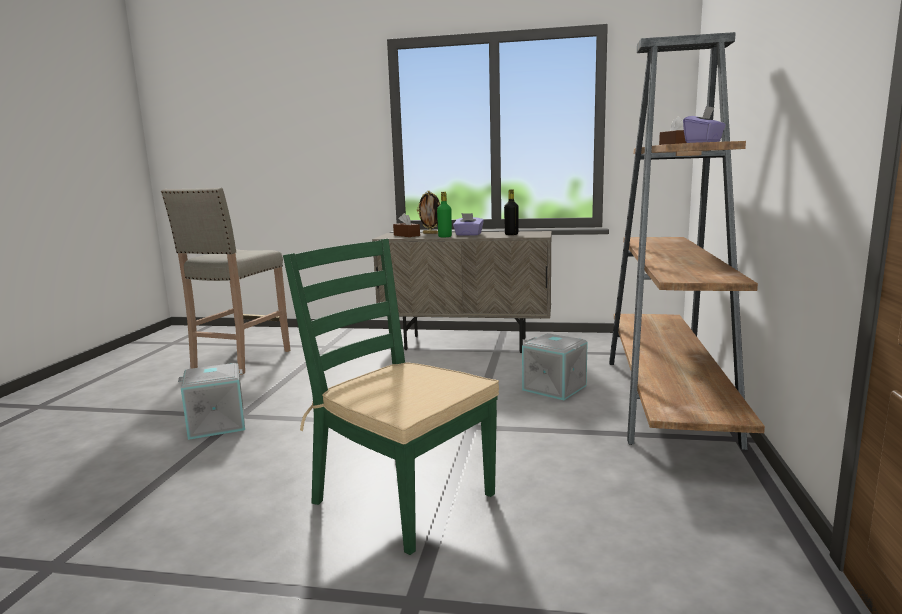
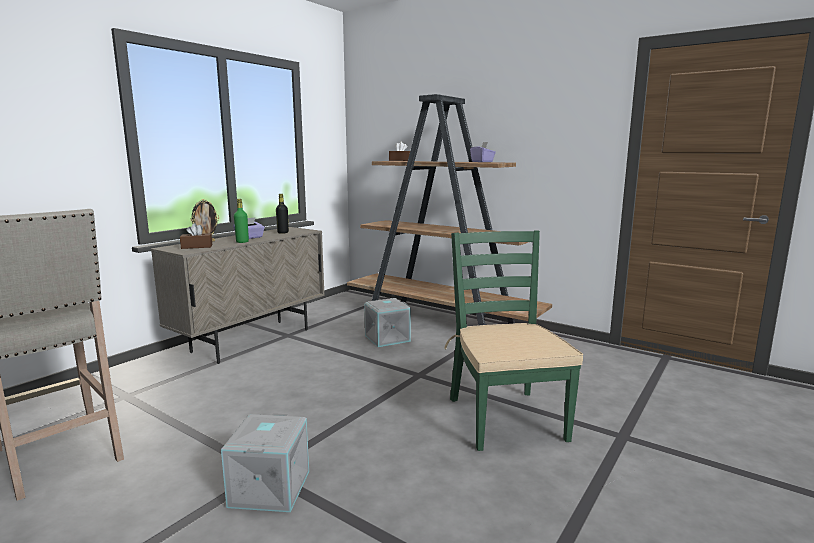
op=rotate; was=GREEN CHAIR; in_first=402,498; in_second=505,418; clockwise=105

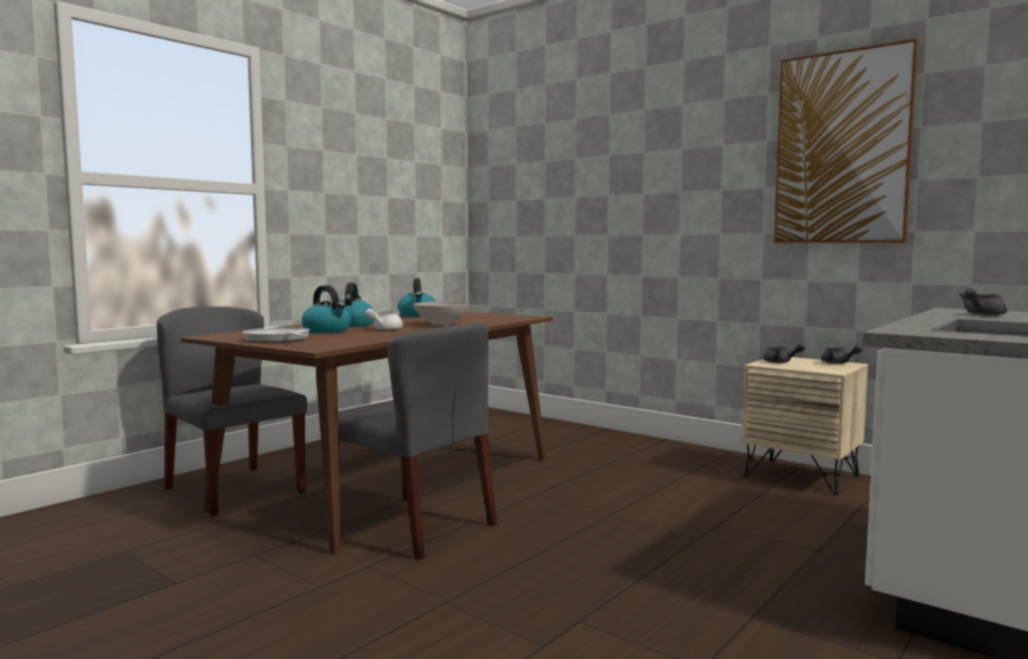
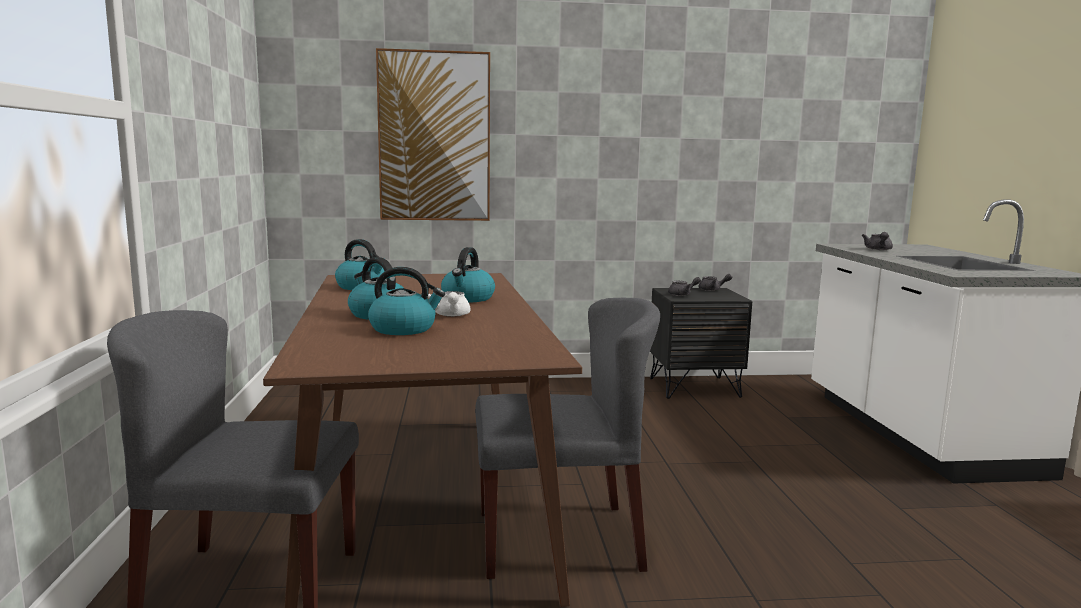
op=move; was=PICTURE; in_first=842,148; in_second=434,137
op=replace; was=WHITE BOWL; now=KETTLE; in_first=442,324; in_second=468,298
op=recolor; was=BEIGE NIGHTSTAND; now=BLACK NIGHTSTAND; in_first=802,476; in_second=694,387
op=delete; was=FRYING PAN; in_first=278,340

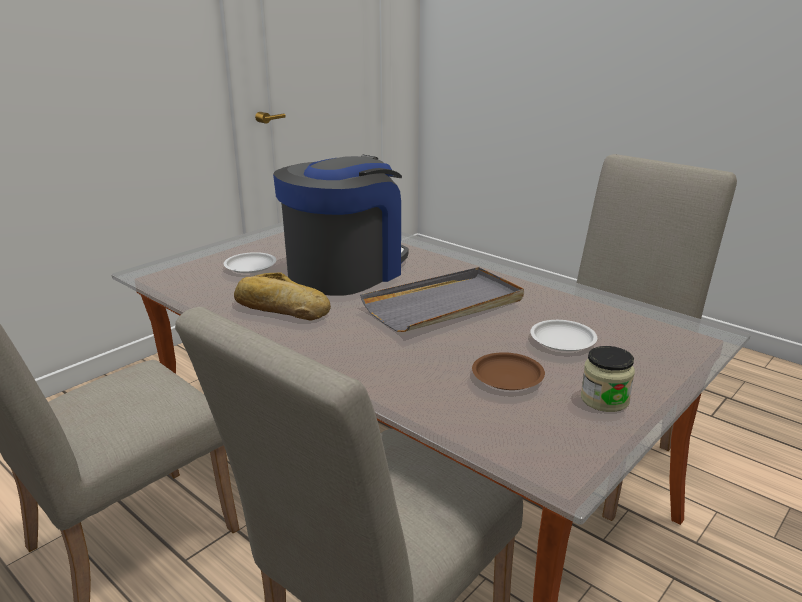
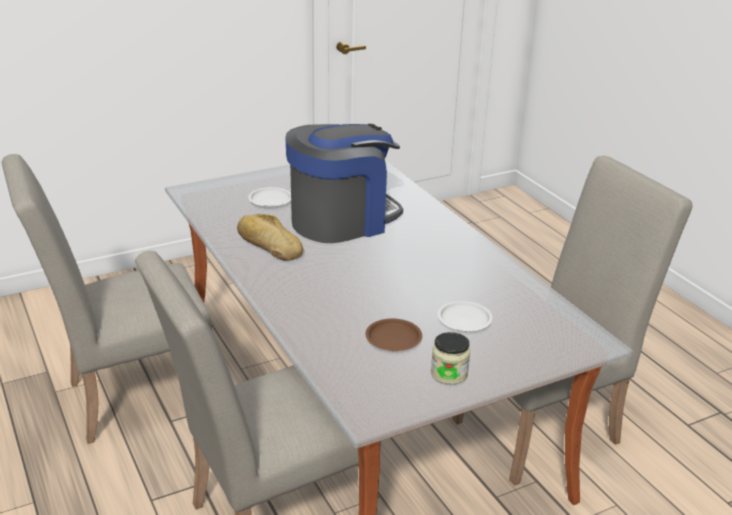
op=delete; was=GREY TRAY; in_first=445,304

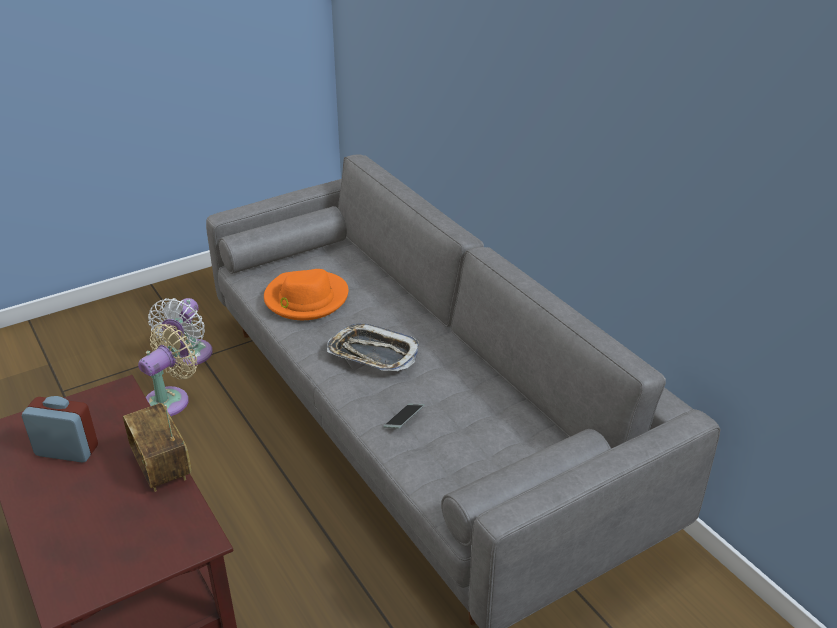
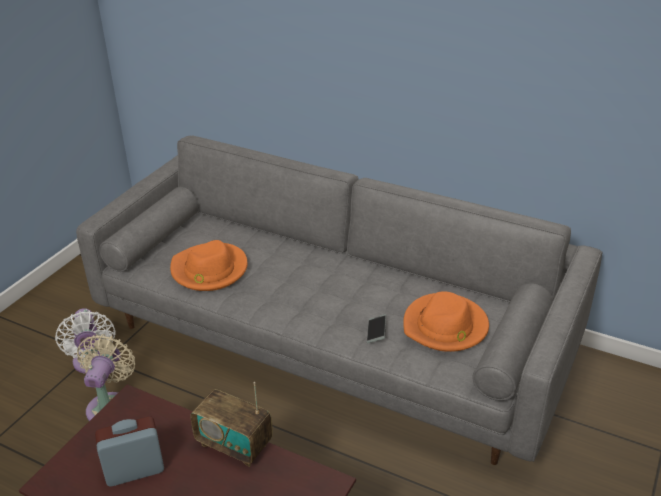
op=insert; now=ORANGE HAT; in_second=445,326
op=delete; was=TRAY; in_first=373,354

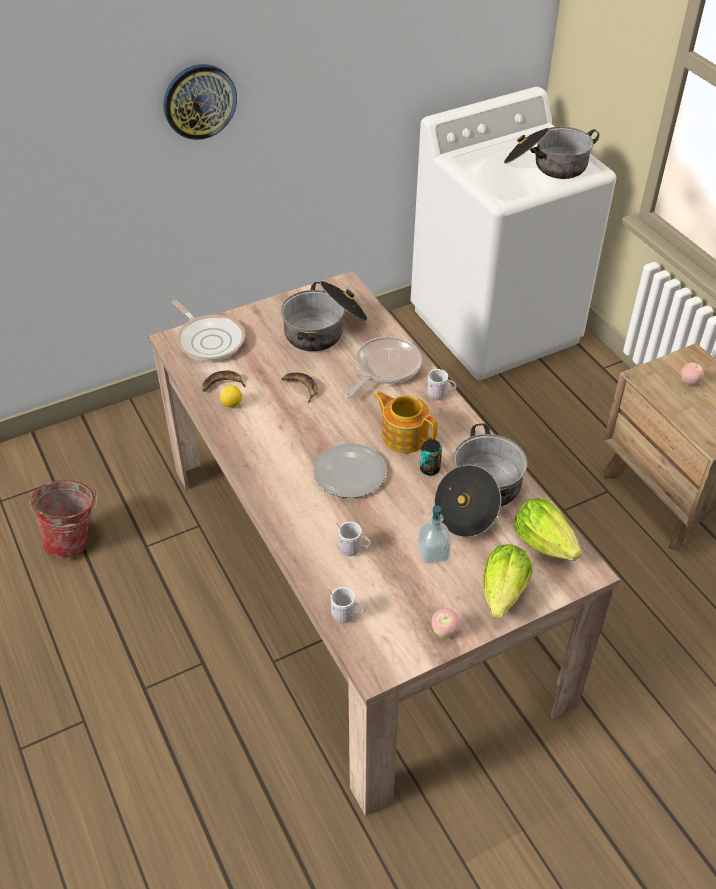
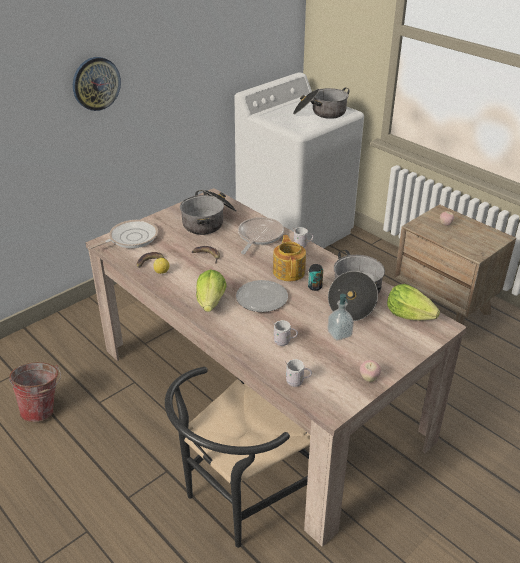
op=rotate; was=FRYING PAN; in_first=209,340; in_second=130,238; clockwise=-75
op=insert; now=BLACK CHAIR; in_second=239,499
op=move; was=LETTUCE; in_first=503,592; in_second=211,302
op=rotate; was=TEAPOT; in_first=404,435; in_second=289,271; clockwise=60

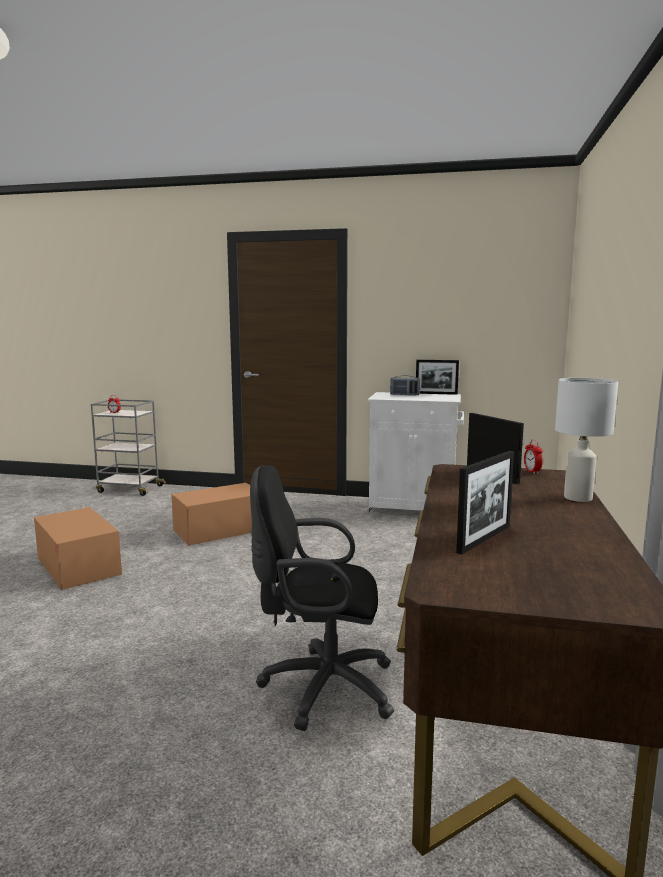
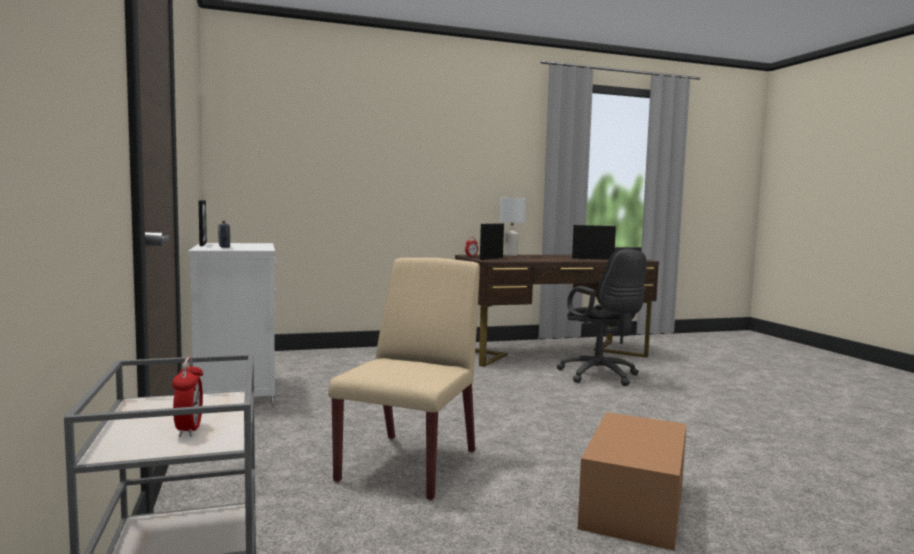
op=replace; was=CARDBOARD BOX; now=BEIGE CHAIR; in_first=219,530; in_second=409,465

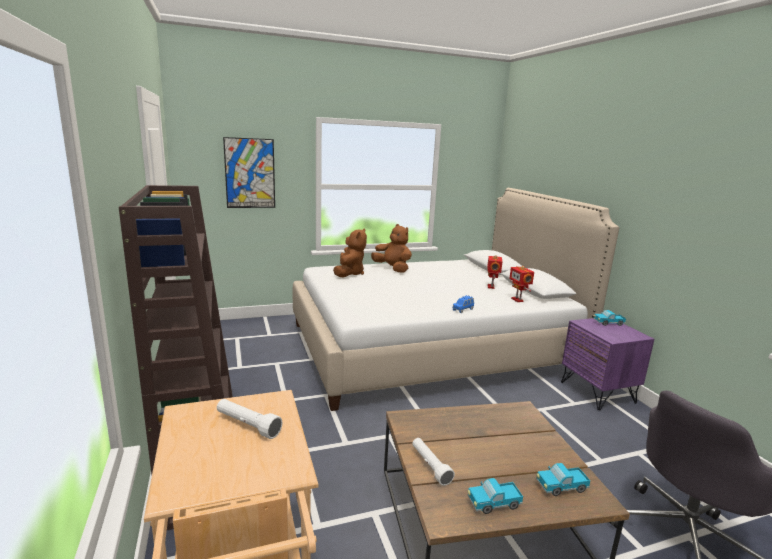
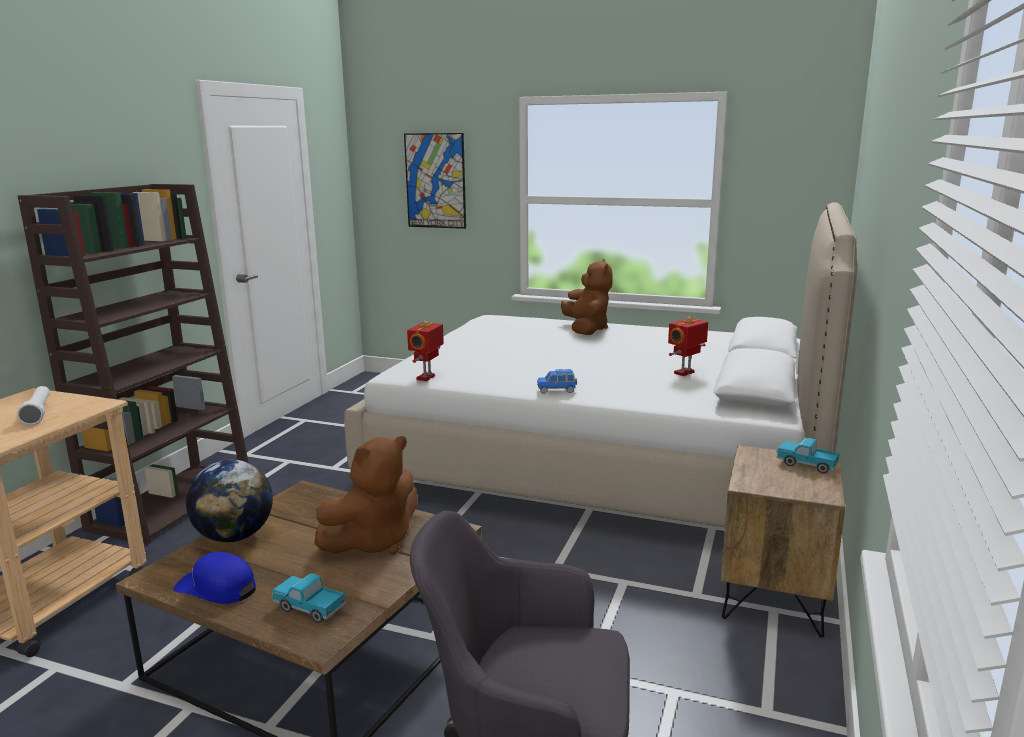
op=replace; was=TOY TRUCK; now=BLUE CAP; in_first=493,504; in_second=216,587
op=replace; was=WHITE FLASHLIGHT; now=GLOBE; in_first=430,466; in_second=235,536
op=move; was=BROWN PLUSH TOY; in_first=349,273; in_second=374,541
op=move; was=TOY ROBOT; in_first=518,300; in_second=427,378
op=recolor; was=PURPLE NIGHTSTAND; now=BROWN NIGHTSTAND; in_first=598,392; in_second=775,597

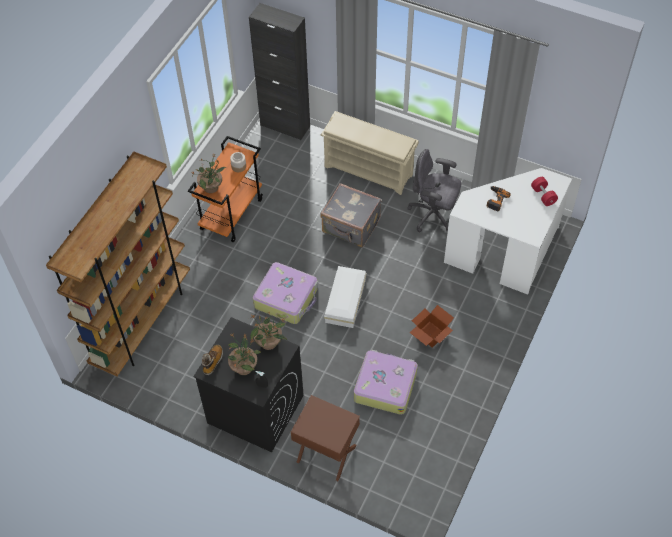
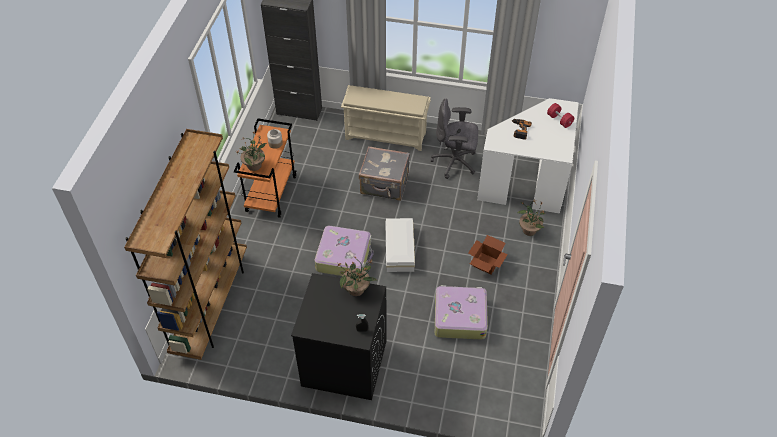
op=move; was=POTTED PLANT; in_first=244,367; in_second=529,230
op=delete; was=BOOT; in_first=213,362
op=delete; was=BROWN NIGHTSTAND; in_first=326,454

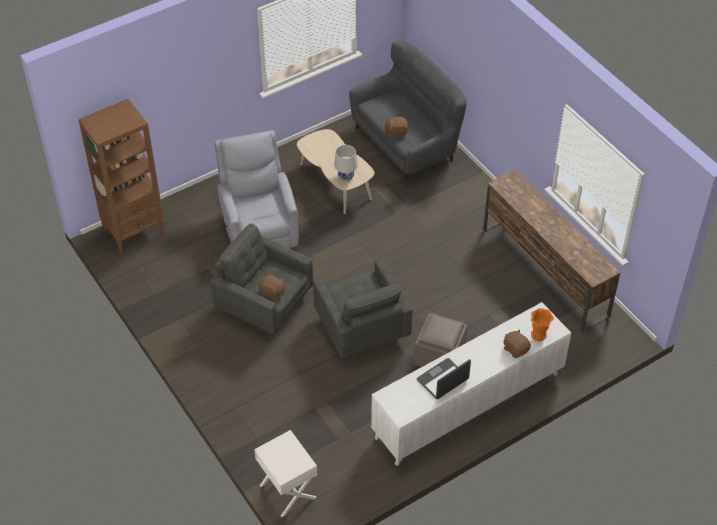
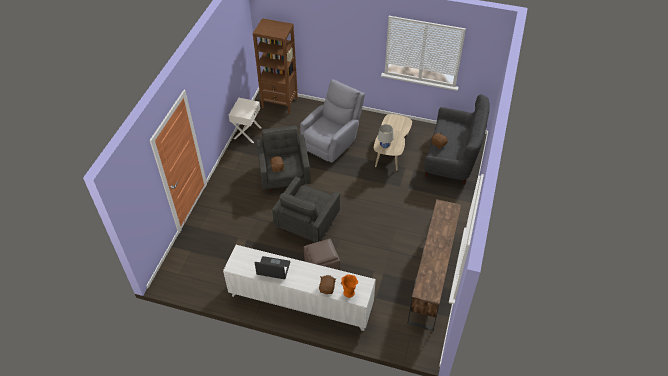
op=move; was=WHITE NIGHTSTAND; in_first=287,492; in_second=247,133

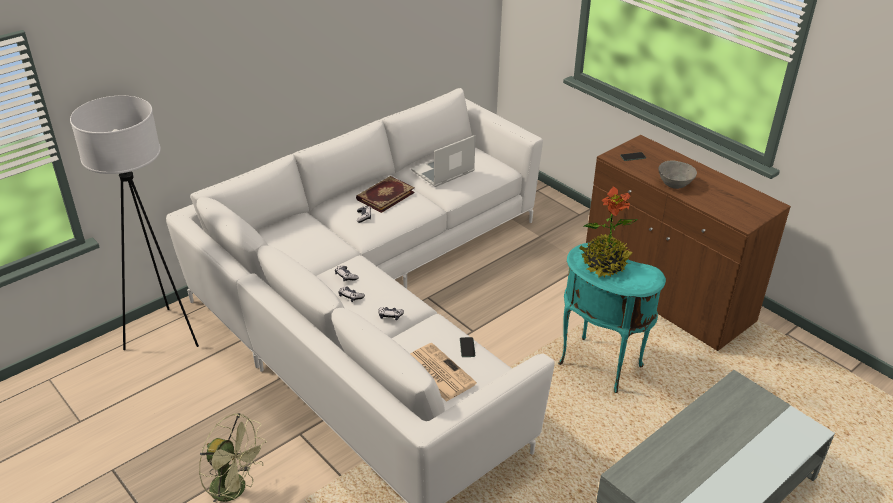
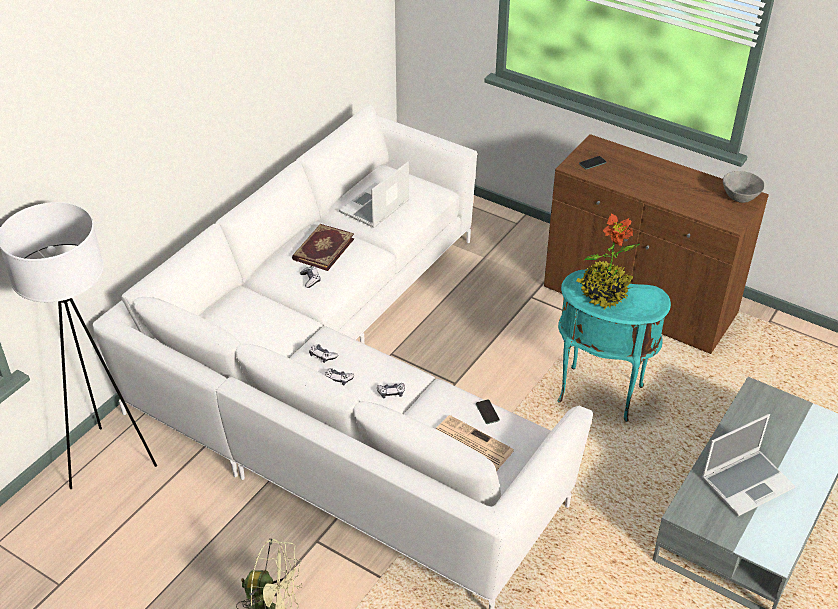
op=insert; now=LAPTOP; in_second=747,482
op=move; was=GREY BOWL; in_first=675,184; in_second=740,197

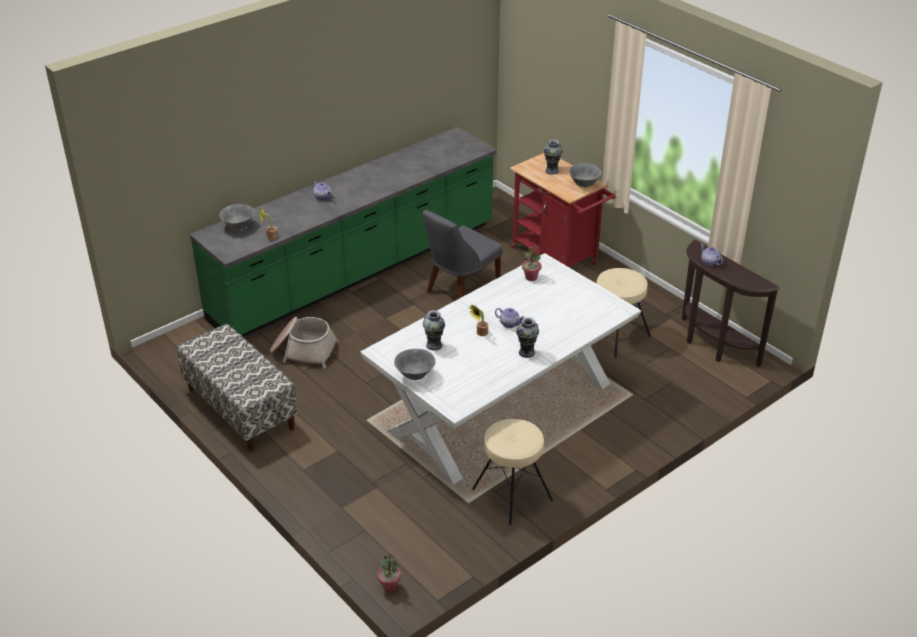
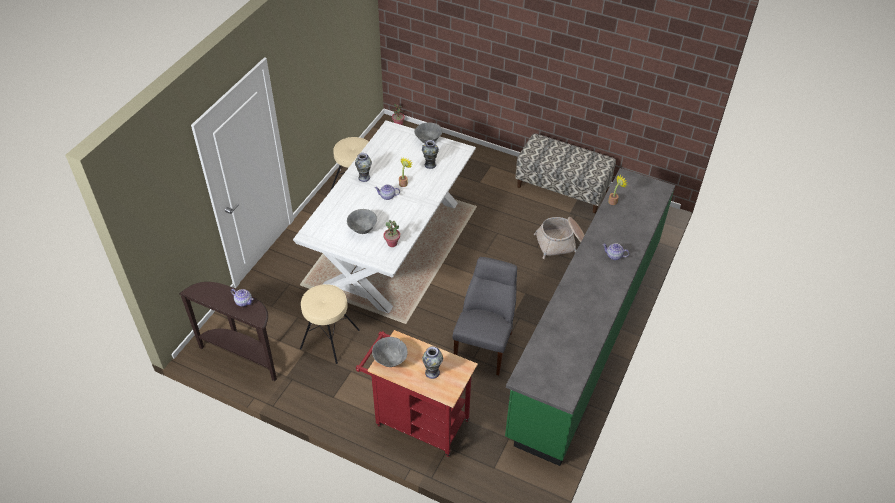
op=move; was=GREY BOWL; in_first=239,227; in_second=362,230

